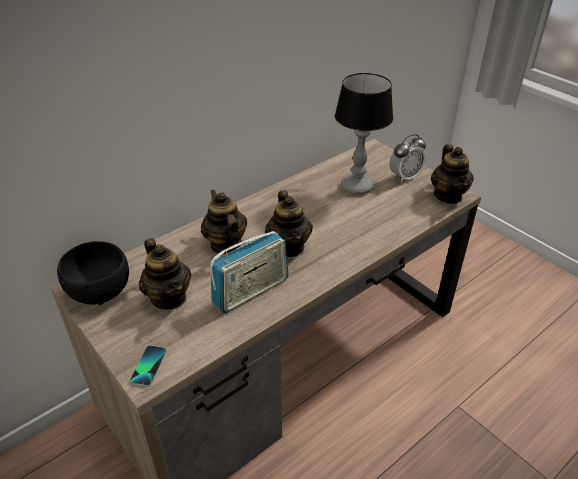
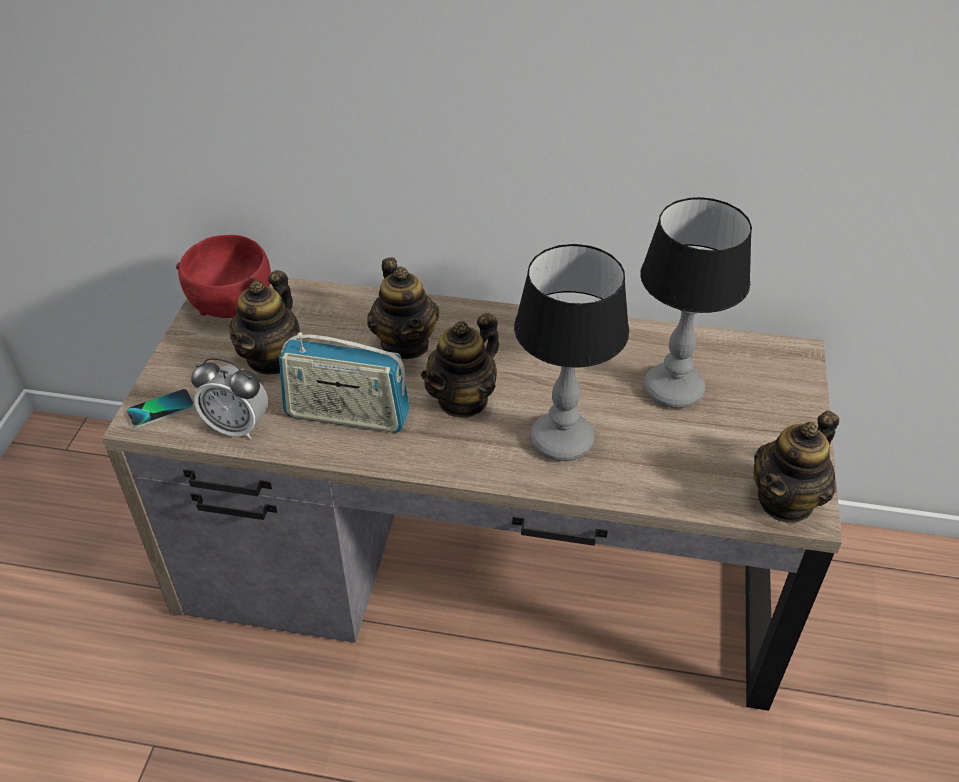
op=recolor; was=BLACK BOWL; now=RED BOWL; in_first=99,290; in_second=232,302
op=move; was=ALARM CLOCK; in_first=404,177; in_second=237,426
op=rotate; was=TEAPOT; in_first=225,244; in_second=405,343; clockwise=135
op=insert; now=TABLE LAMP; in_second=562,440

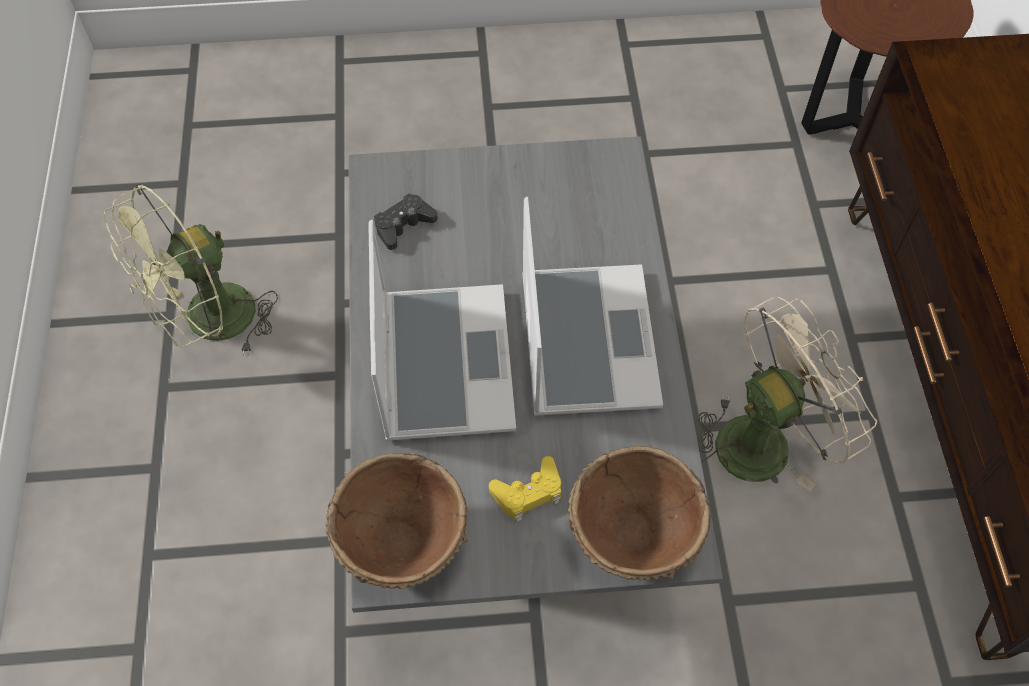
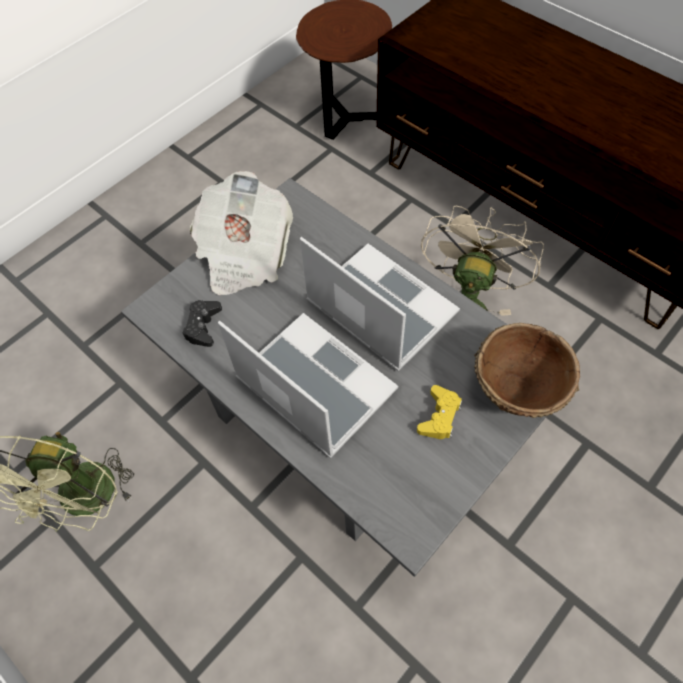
op=insert; now=NEWSPAPER; in_second=244,254
op=delete; was=BROWN BOWL; in_first=404,543

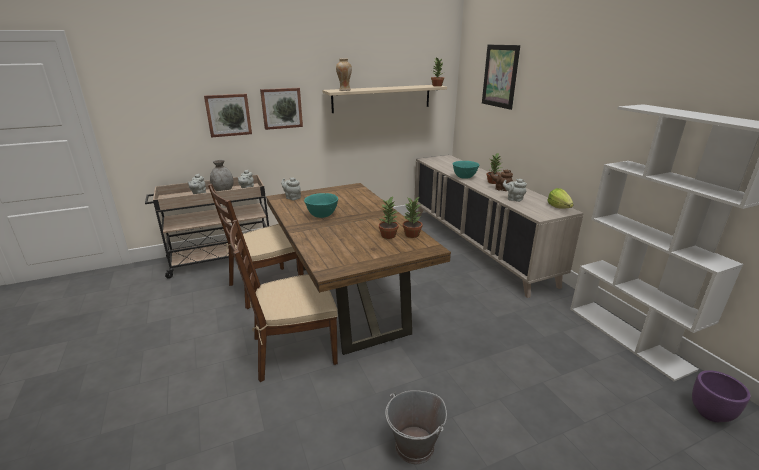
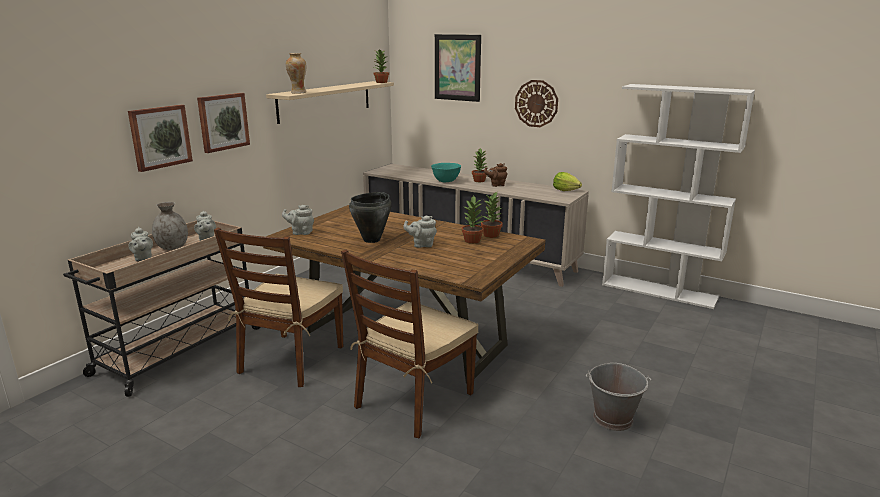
op=replace; was=TURQUOISE BOWL; now=BLACK COOKING POT; in_first=322,215; in_second=372,240
op=move; was=GREY TEAPOT; in_first=513,199; in_second=422,245
op=insert; now=WALL CLOCK; in_second=536,103
op=delete; was=PURPLE PLANTER; in_first=710,413

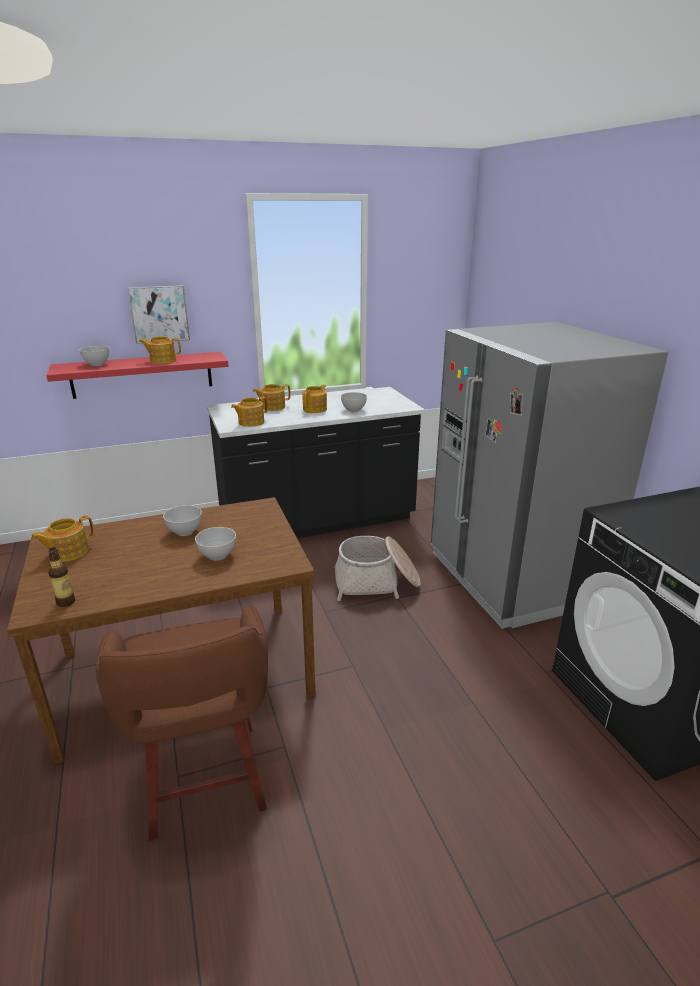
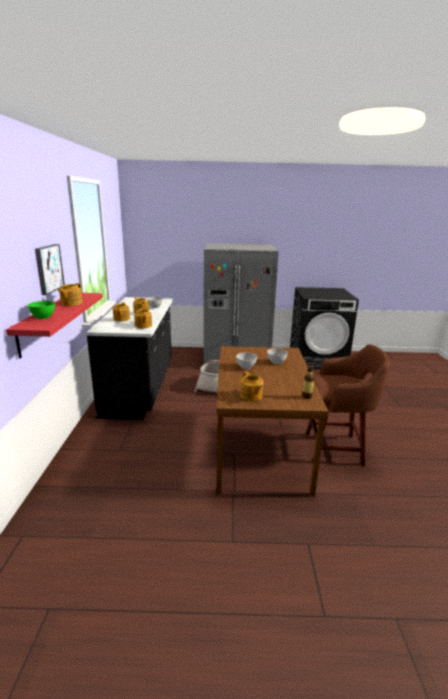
op=recolor; was=GREY BOWL; now=GREEN BOWL; in_first=97,364; in_second=43,317

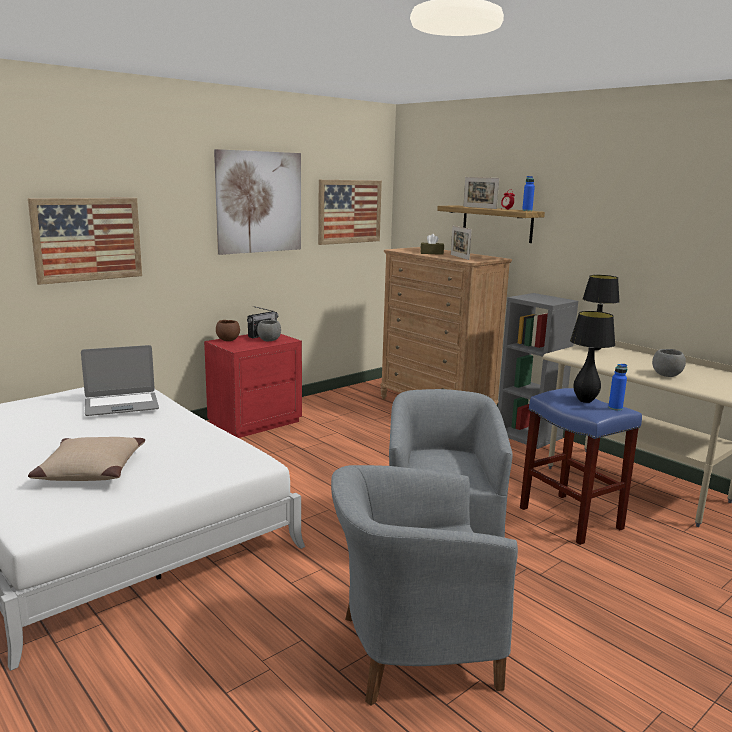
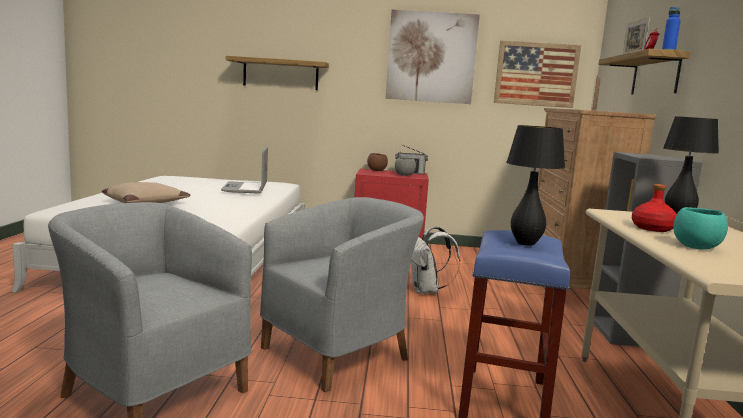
op=rotate; was=LAPTOP; in_first=121,405; in_second=245,188; clockwise=60
op=replace; was=PICTURE; now=SHELF; in_first=87,239; in_second=280,74
op=insert; now=WHITE BACKPACK; in_second=427,291
op=insert; now=RED BOTTLE; in_second=652,228
op=recolor; was=GREY BOWL; now=TURQUOISE BOWL; in_first=666,375; in_second=695,247
op=delete; was=BROWN TISSUE BOX; in_first=431,253
op=delete; was=BLUE BOTTLE; in_first=615,408

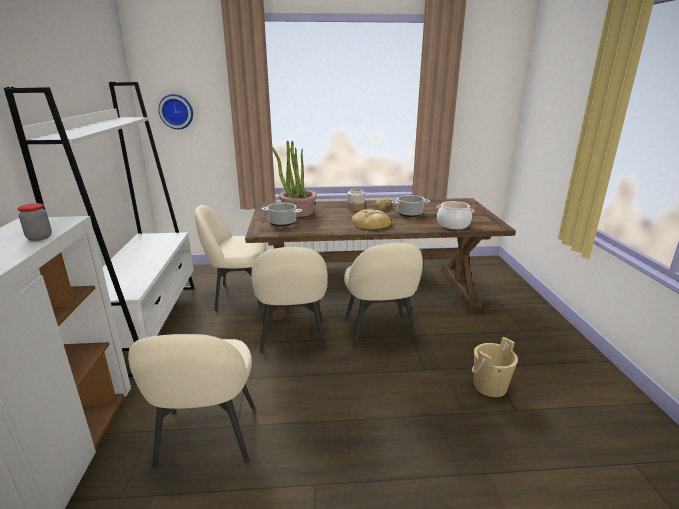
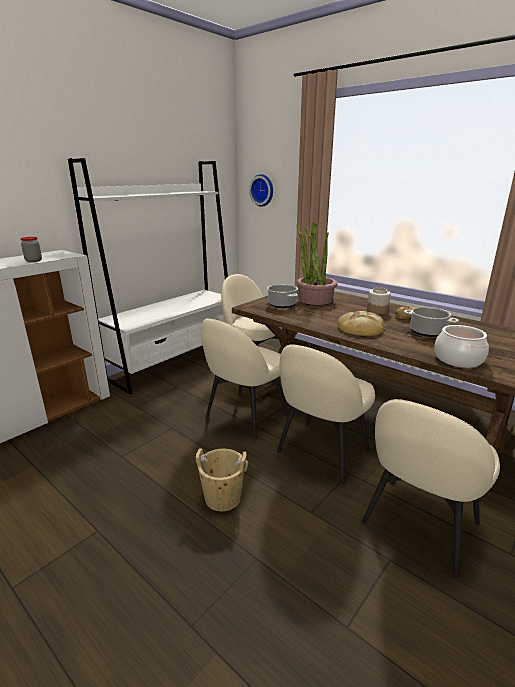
op=move; was=BEIGE BUCKET; in_first=490,386; in_second=223,497
op=move; was=BEIGE CHAIR; in_first=207,438; in_second=418,525

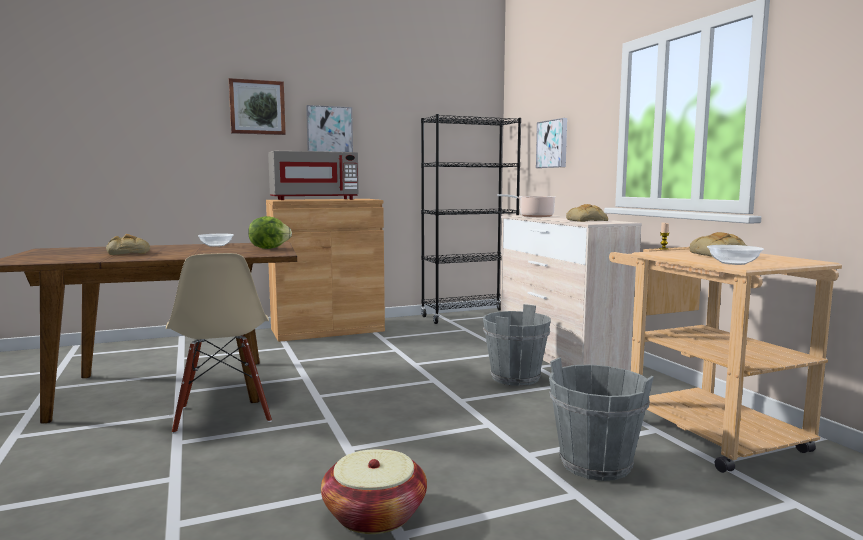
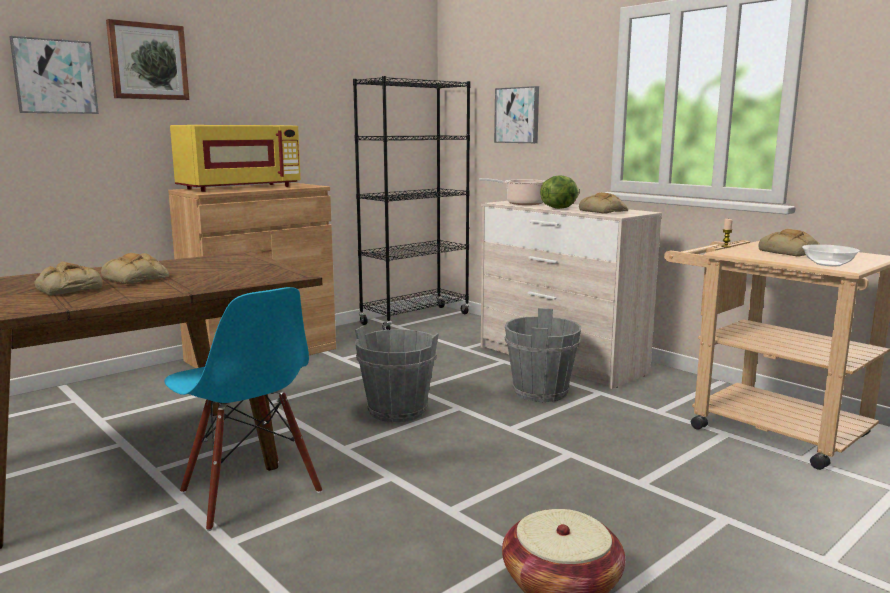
op=move; was=PICTURE; in_first=329,129; in_second=54,76
op=insert; now=BREAD; in_second=137,278
op=recolor; was=BEIGE CHAIR; now=BLUE CHAIR; in_first=223,414; in_second=249,493
op=recolor; was=GREY MICROWAVE; now=YELLOW MICROWAVE; in_first=314,199; in_second=239,188
op=move; was=GREY BUCKET; in_first=595,464; in_second=397,411
op=move; was=LETTUCE; in_first=269,248; in_second=558,208
op=delete; was=BOWL; in_first=216,245

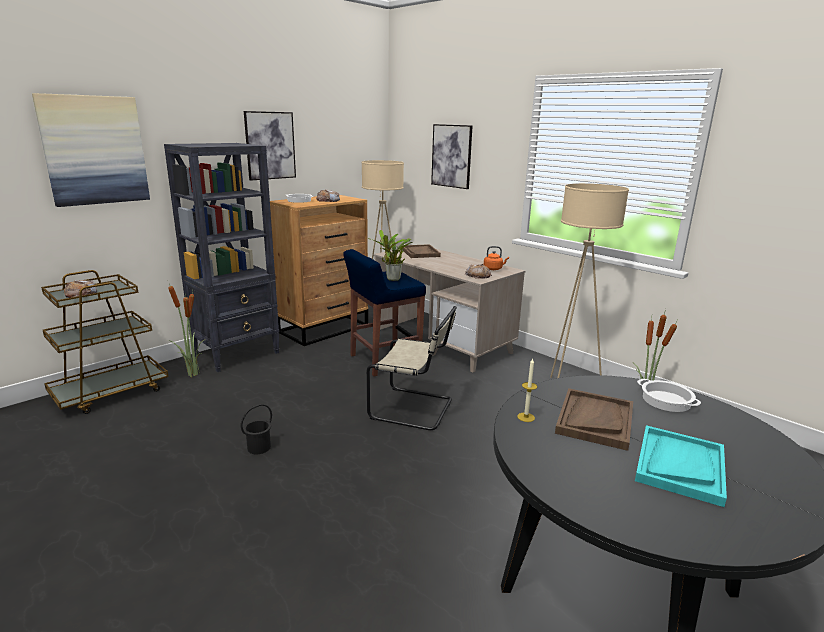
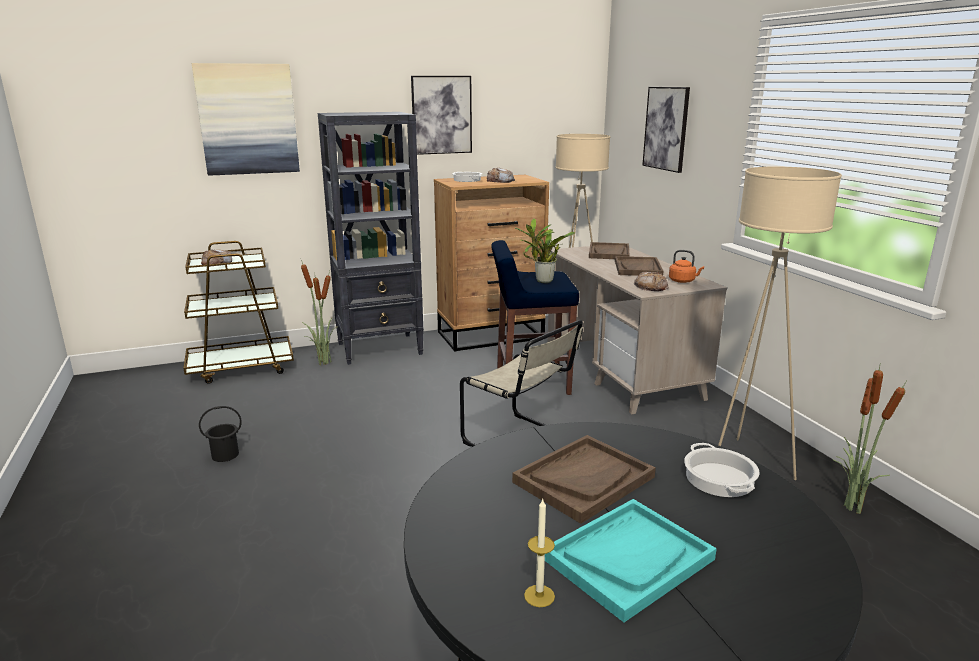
op=move; was=BLACK BUCKET; in_first=258,447; in_second=225,455
op=move; was=CANDLE; in_first=526,417; in_second=539,596
op=insert; now=BROWN TRAY; in_second=638,268

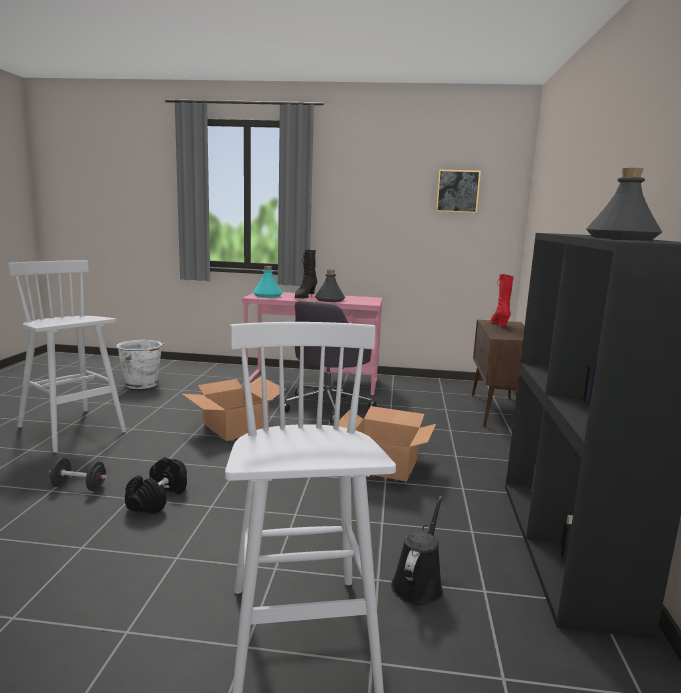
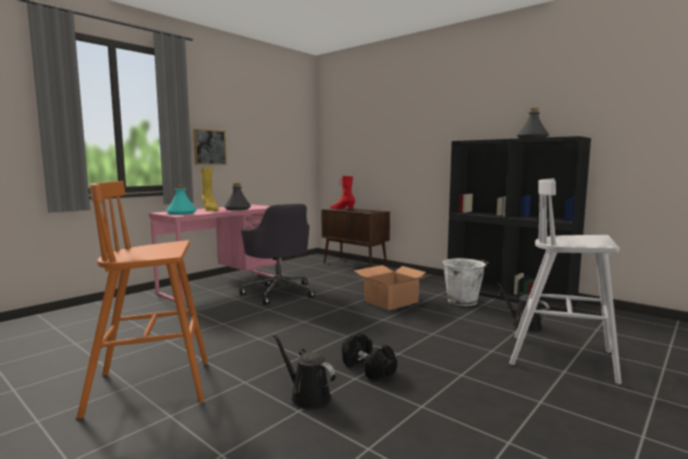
op=recolor; was=WHITE STOOL; now=ORANGE STOOL; in_first=73,430; in_second=153,387
op=move; was=PICTURE; in_first=457,191; in_second=209,147
op=recolor; was=BLACK BOOT; now=YELLOW BOOT; in_first=304,296; in_second=210,210
op=replace; was=BLACK DUMBBELL; now=BLACK WATERING CAN; in_first=79,487; in_second=307,397
op=move; was=WHITE BUCKET; in_first=142,385; in_second=463,301
op=delete; was=CARDBOARD BOX; in_first=234,427

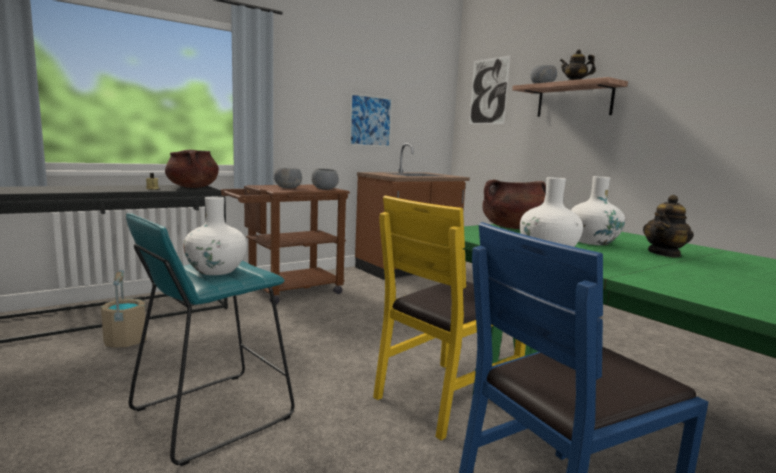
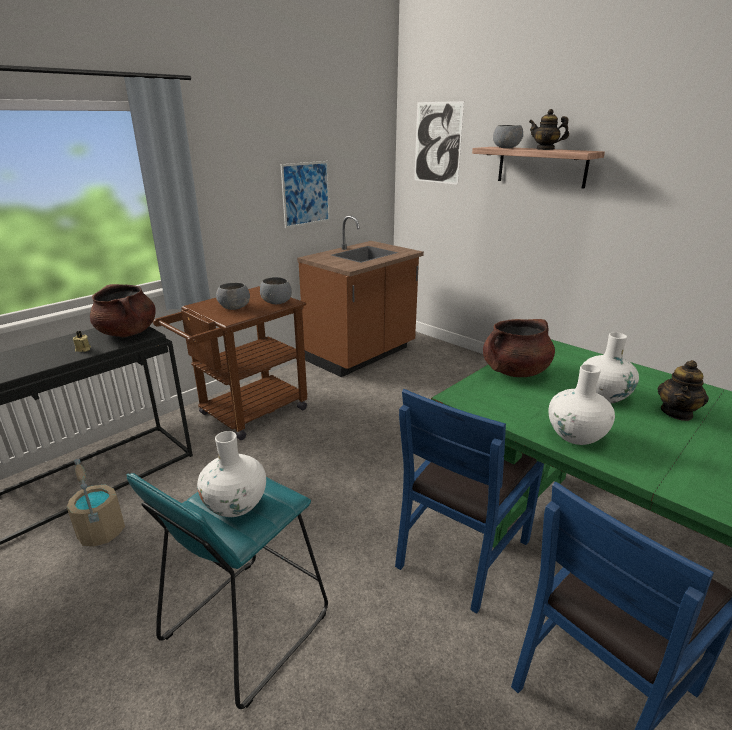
op=recolor; was=YELLOW CHAIR; now=BLUE CHAIR; in_first=445,397; in_second=462,551

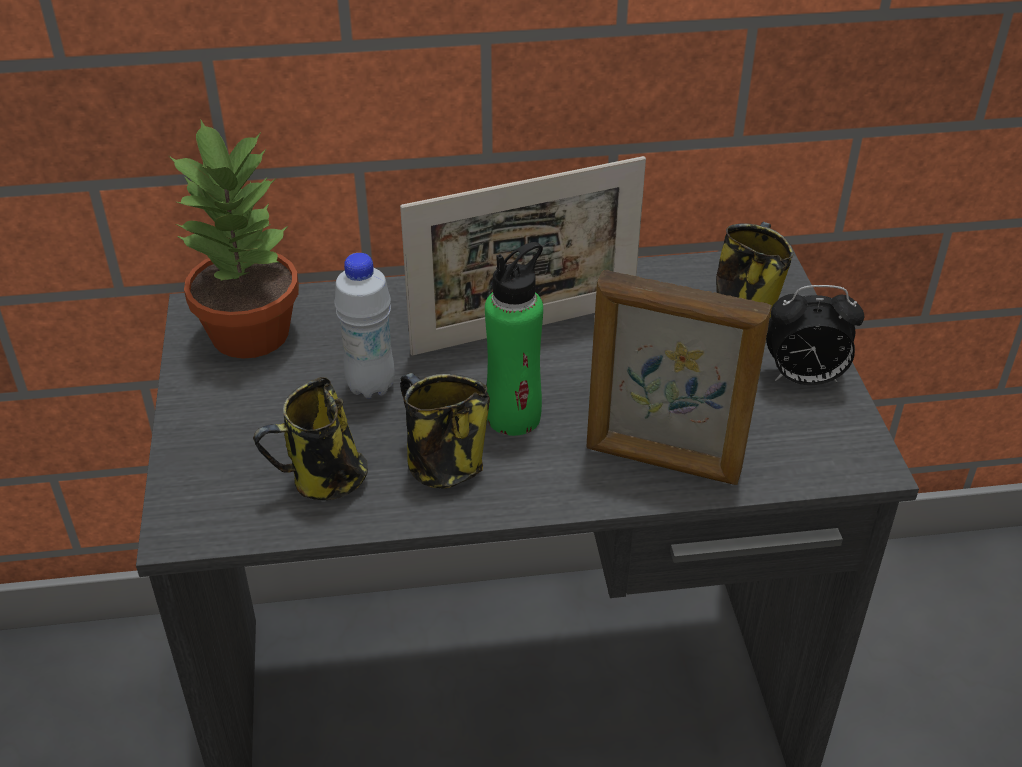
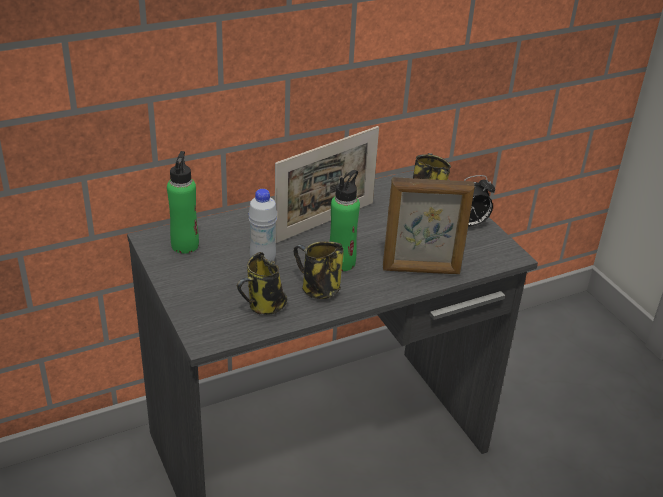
op=replace; was=POTTED PLANT; now=GREEN BOTTLE; in_first=252,332; in_second=185,245

